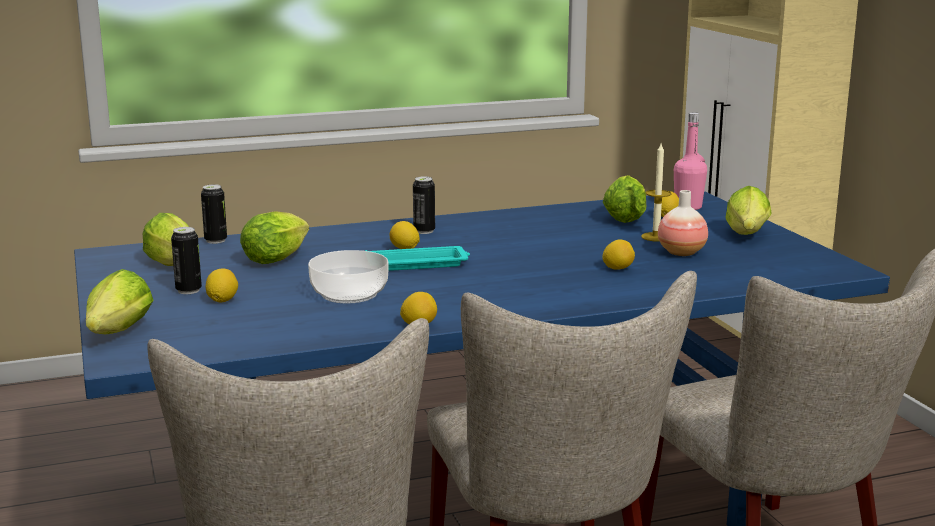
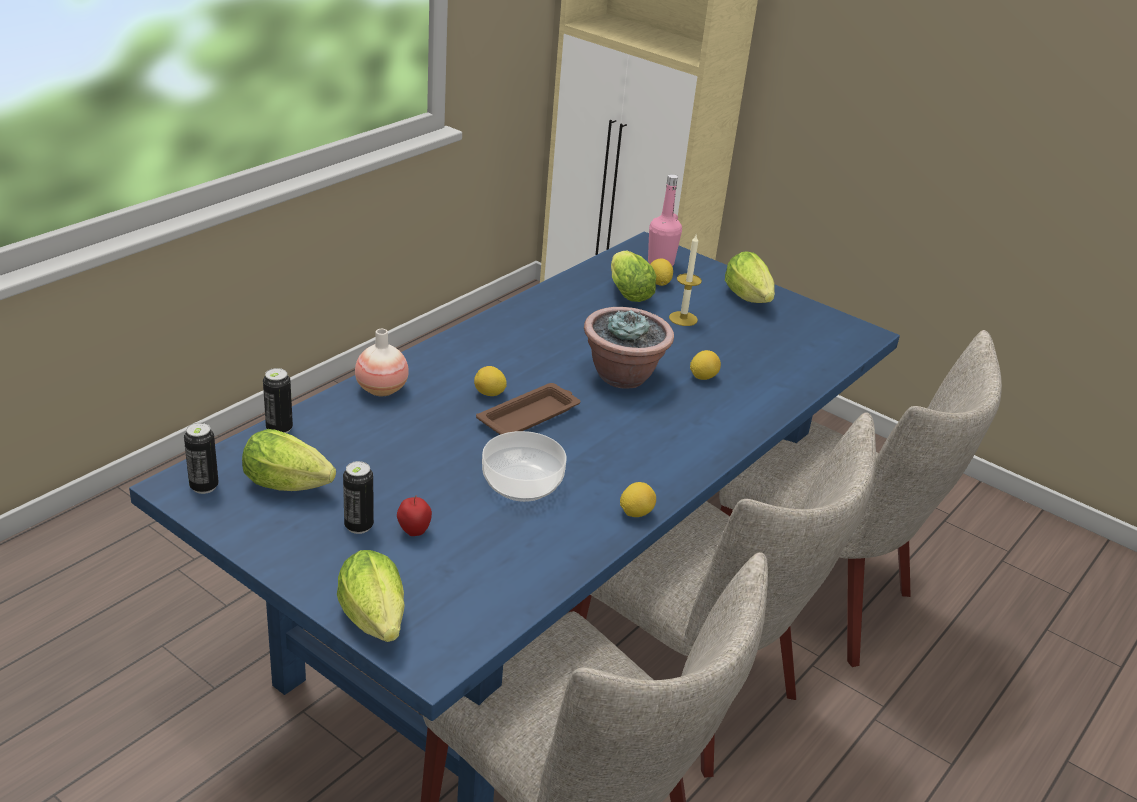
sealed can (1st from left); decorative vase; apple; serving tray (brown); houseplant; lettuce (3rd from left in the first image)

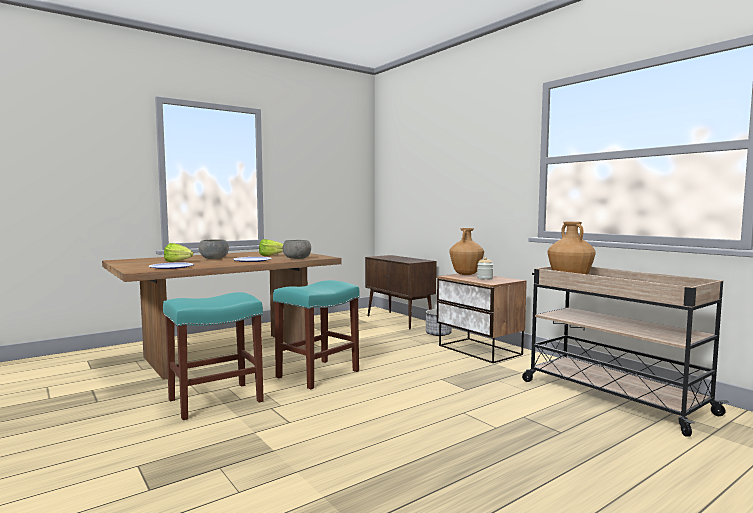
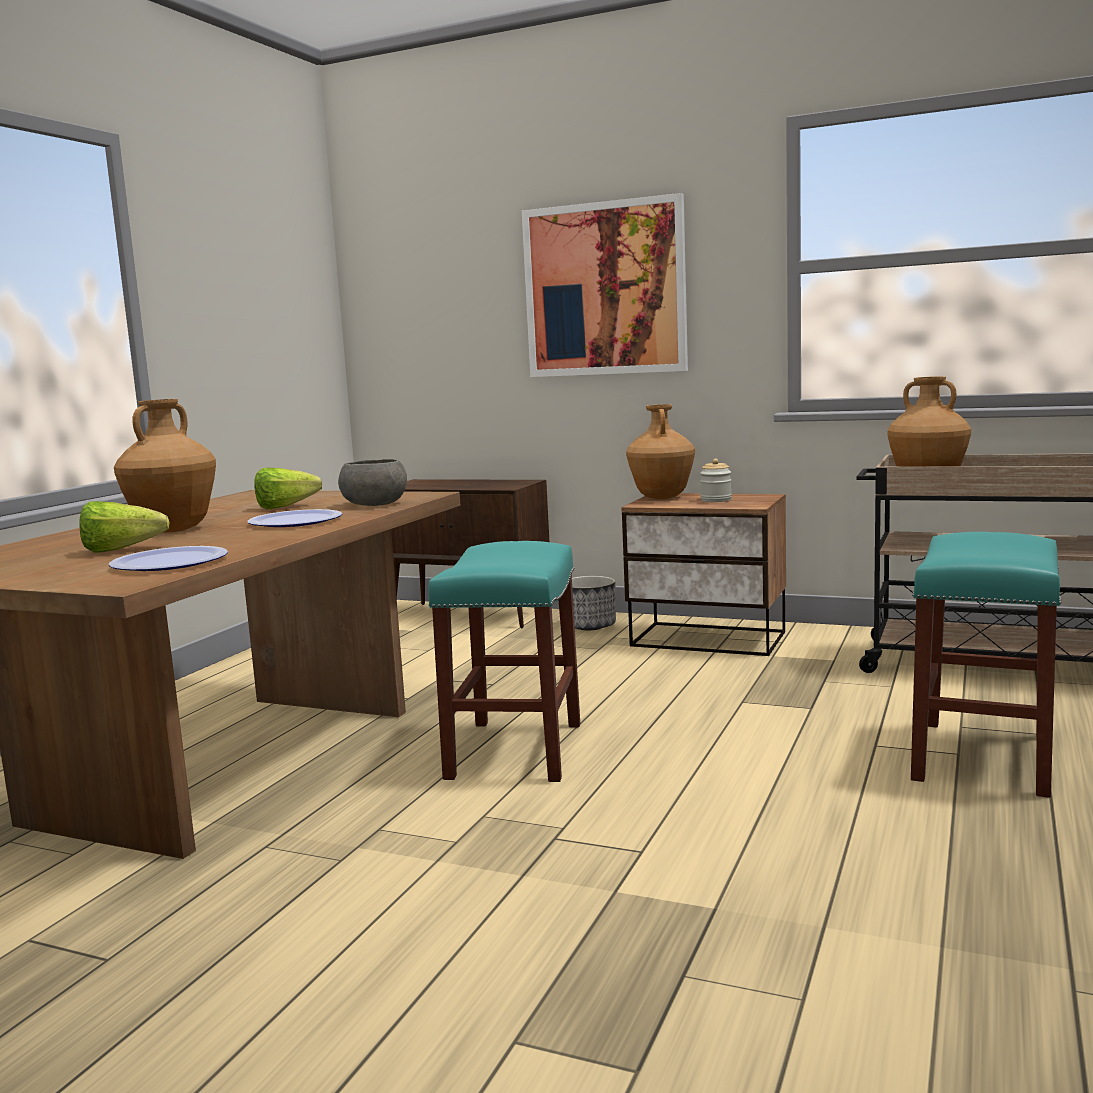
decorative vase (brown) (1st from left); wall art; stool seat (turquoise) (2nd from left)

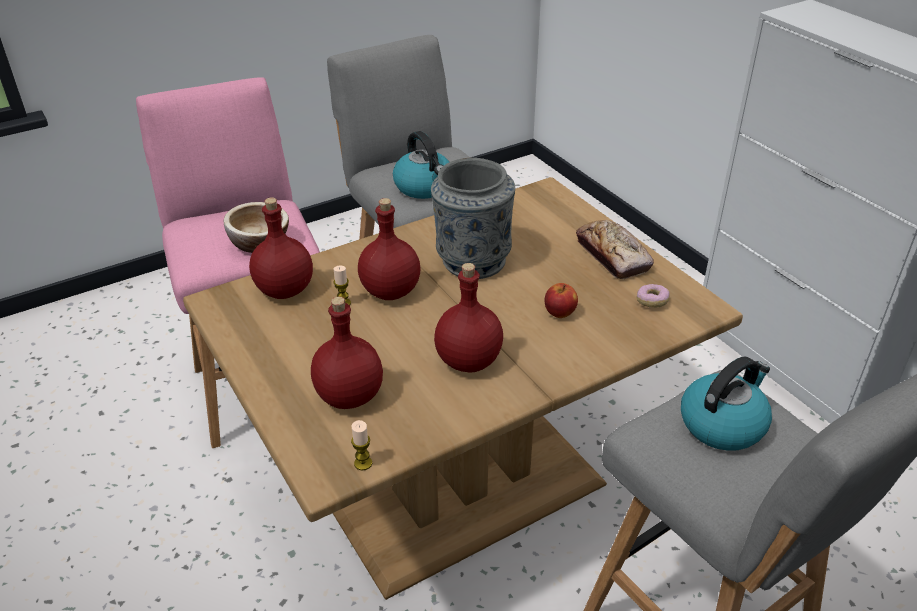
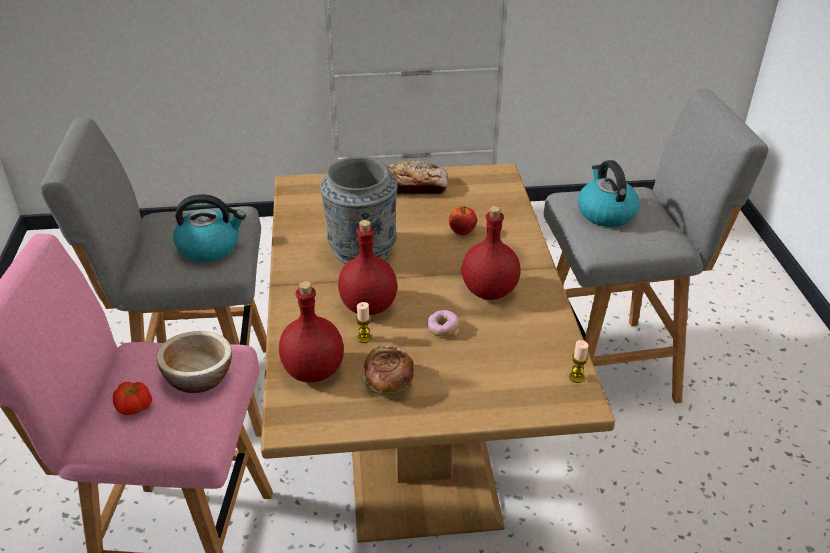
fresh tomato; bread (1st from left); ring doughnut; drink bottle (red-coloured) (2nd from left in the first image)

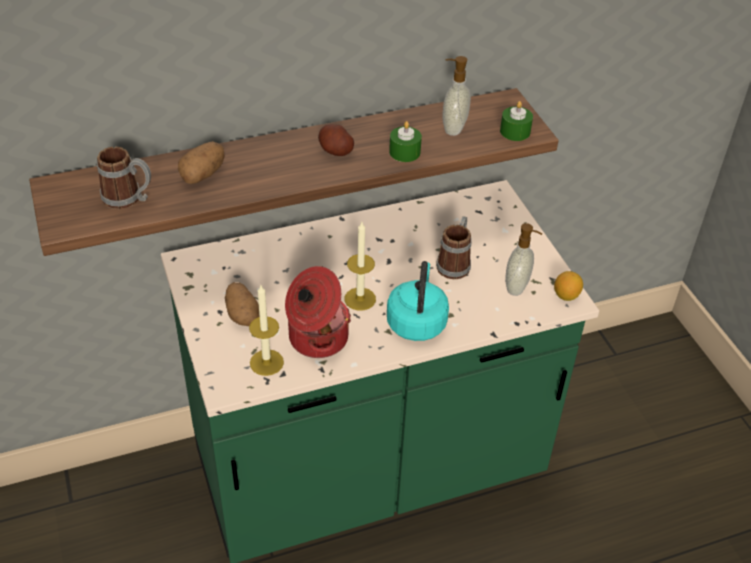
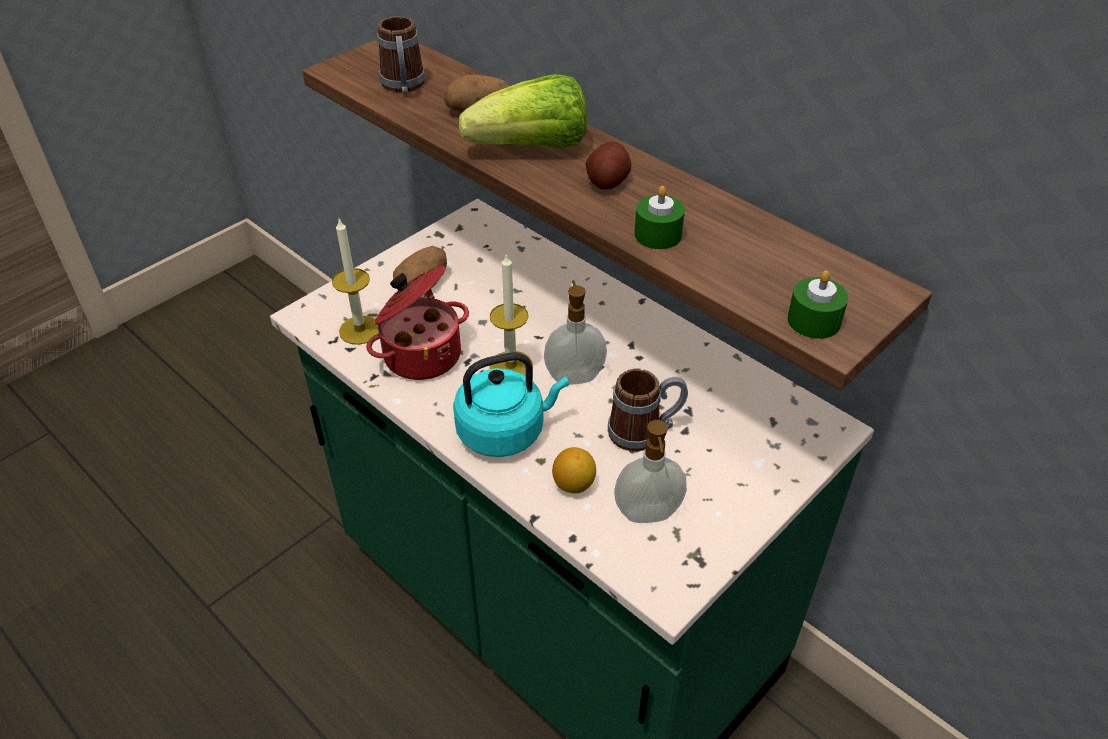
lettuce; soap bottle (1st from left); lemon

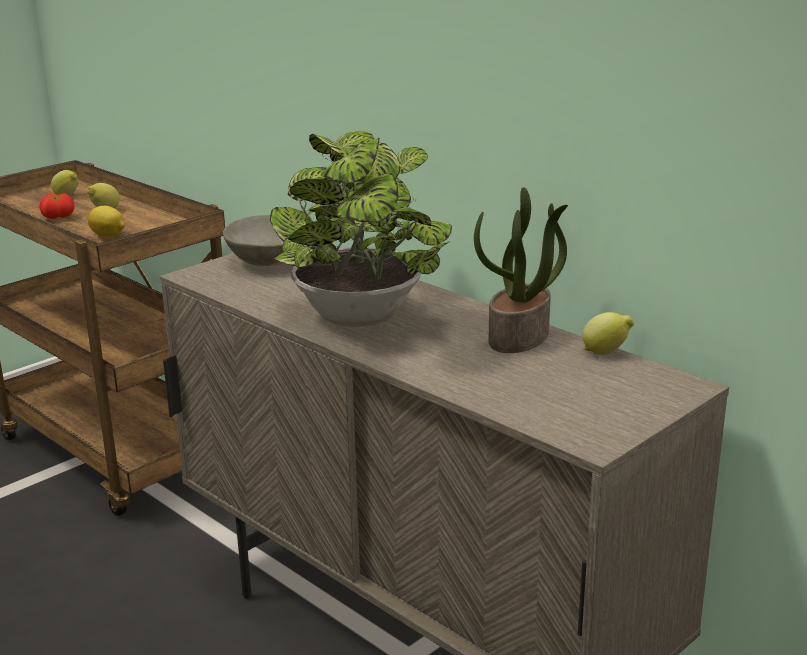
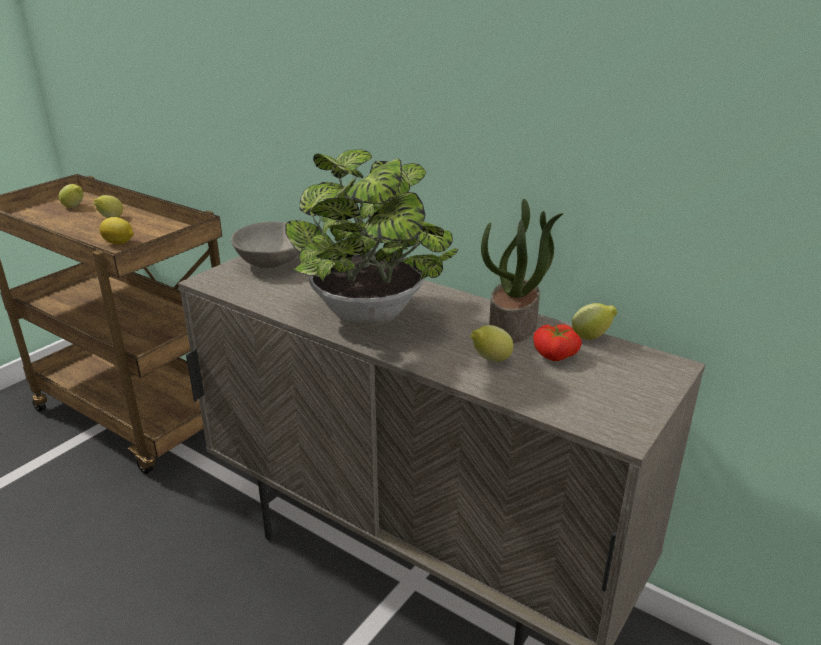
lemon (4th from left); fresh tomato

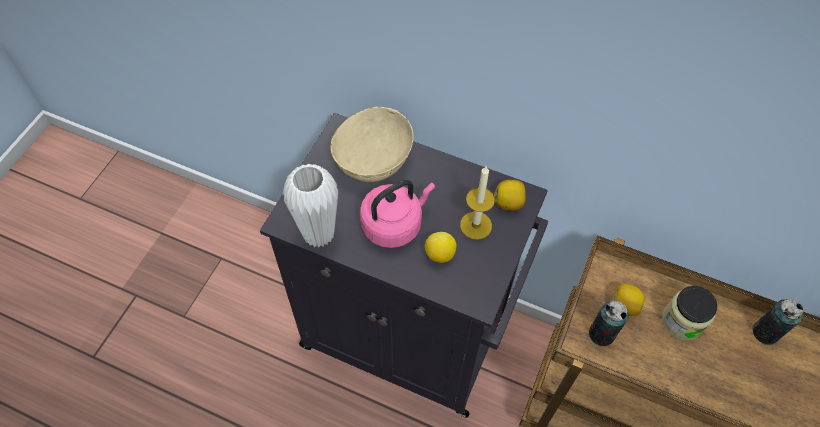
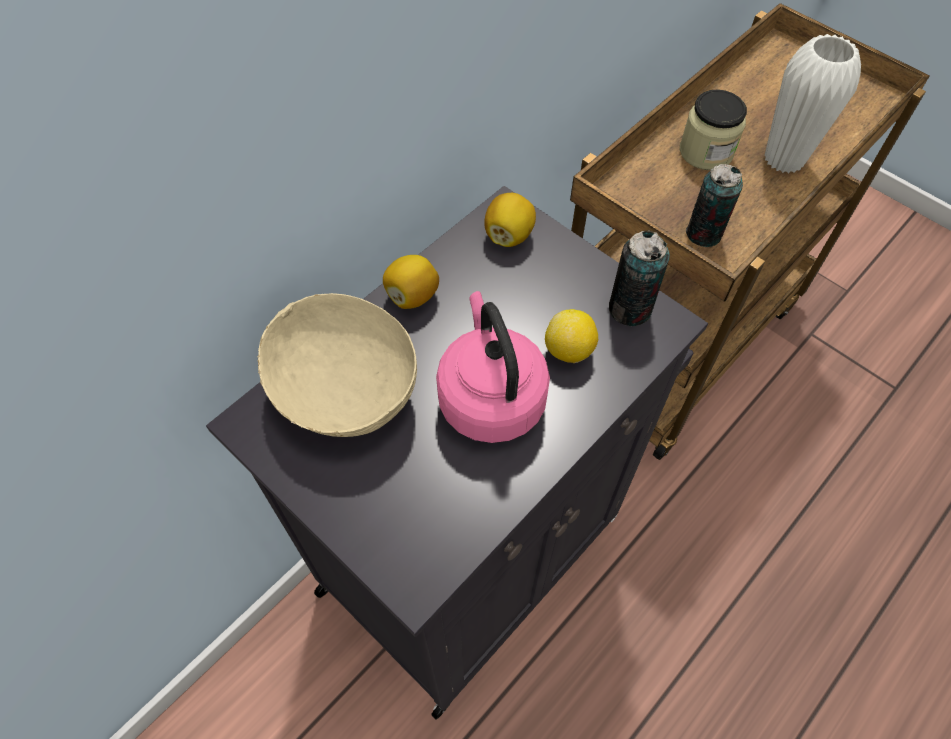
lemon (1st from left); sealed can (1st from left); decorative vase (white); candle

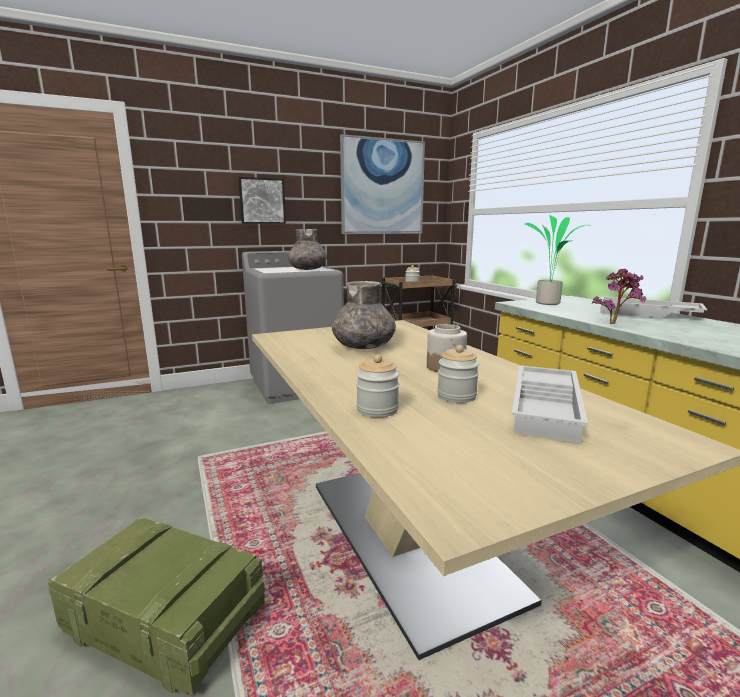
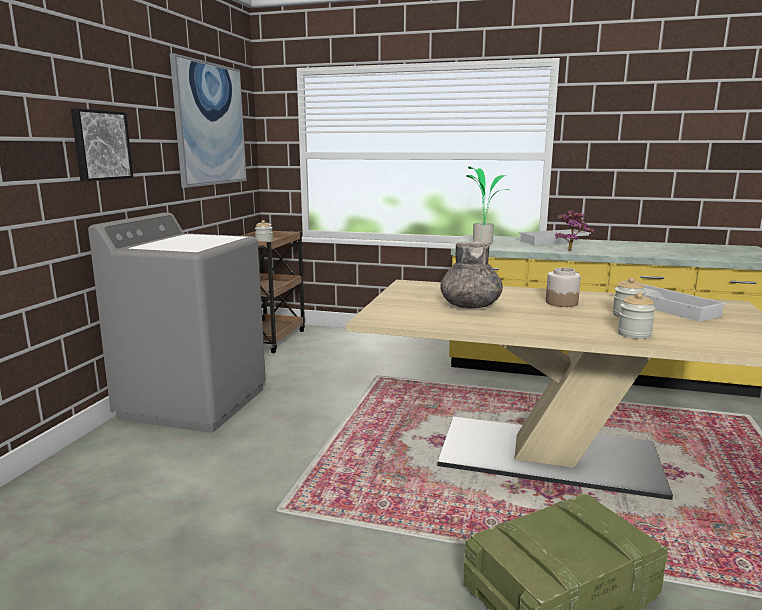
decorative vase (grey) (1st from left in the first image)

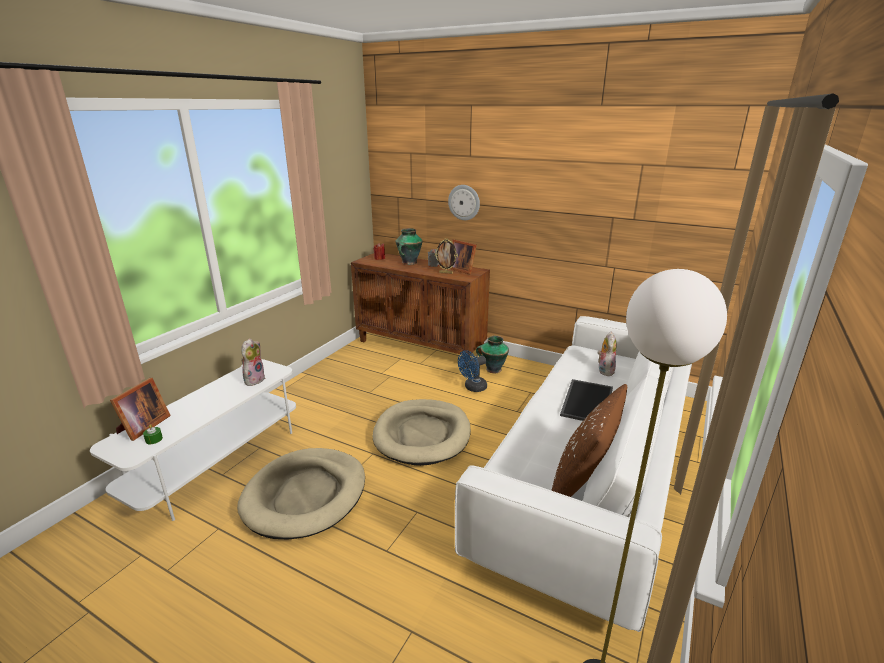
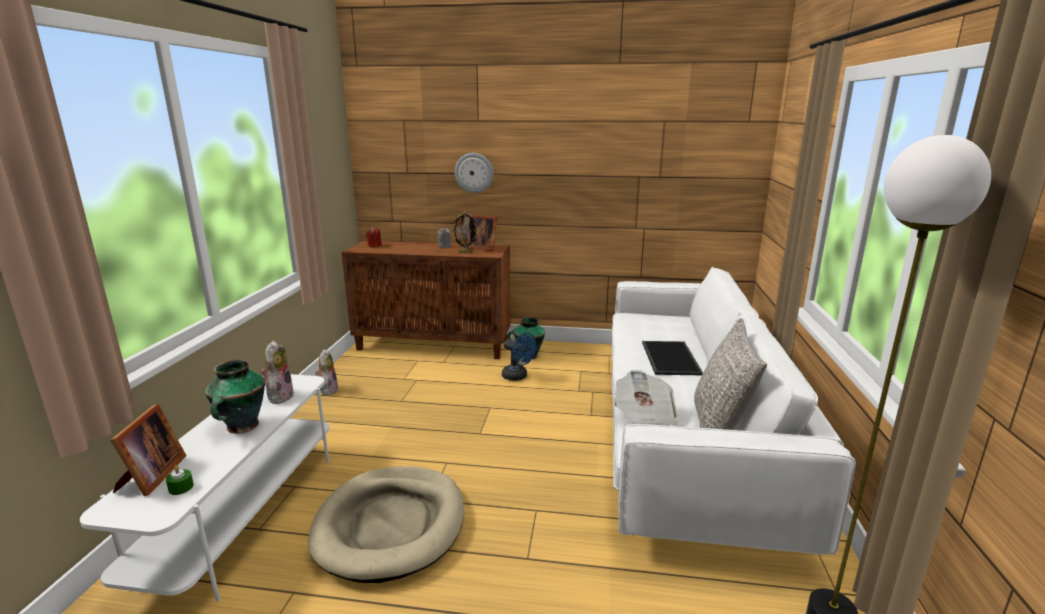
decorative vase (1st from left); plush toy (2nd from left); fan (blue); printed paper; throw pillow (grey); dog bed (beige-coloured) (2nd from left in the first image)

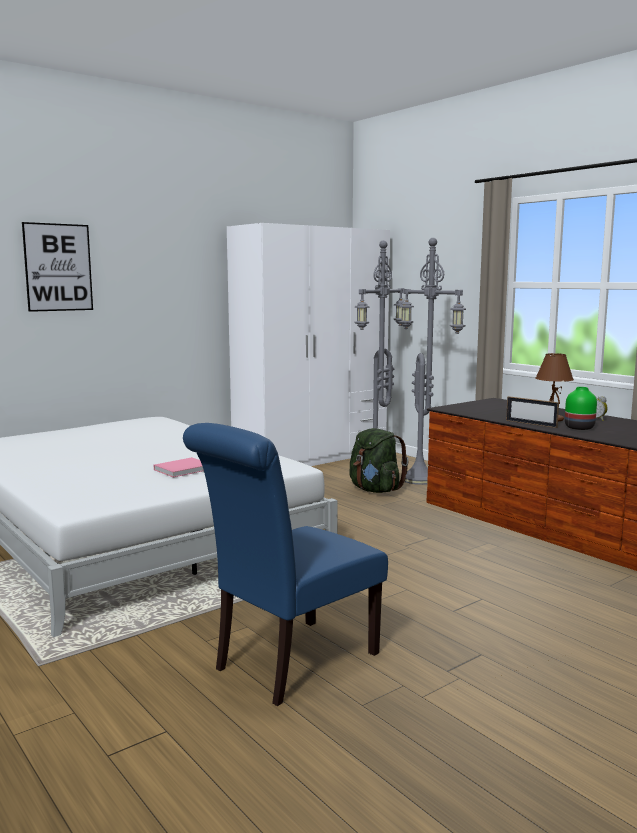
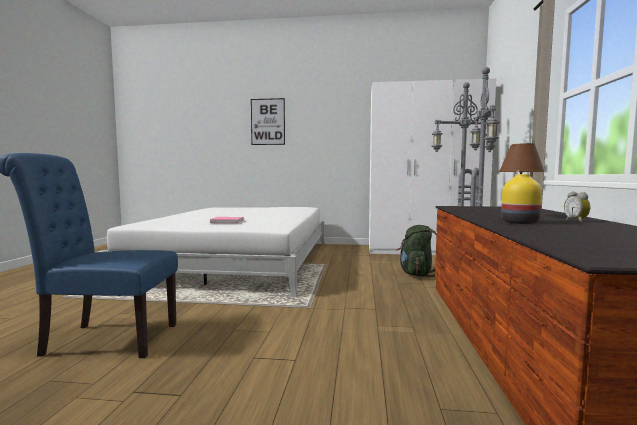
decorative vase (yellow); photo frame

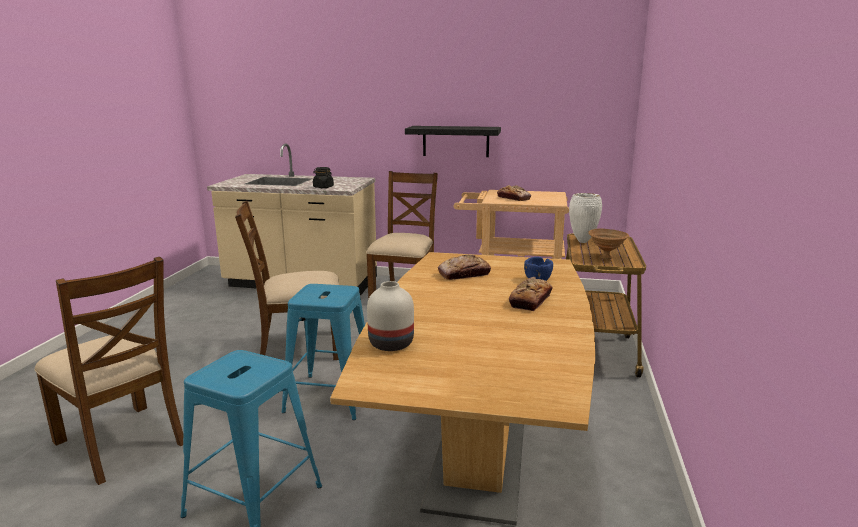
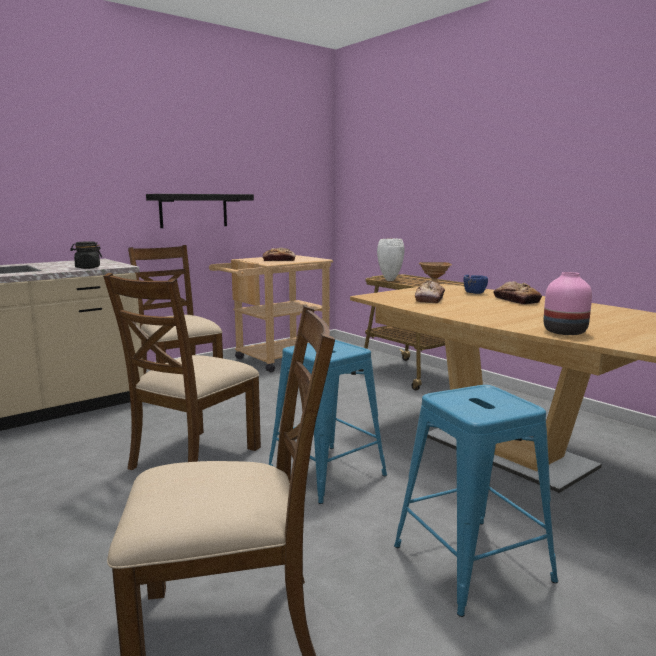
decorative vase (pink-coloured)

